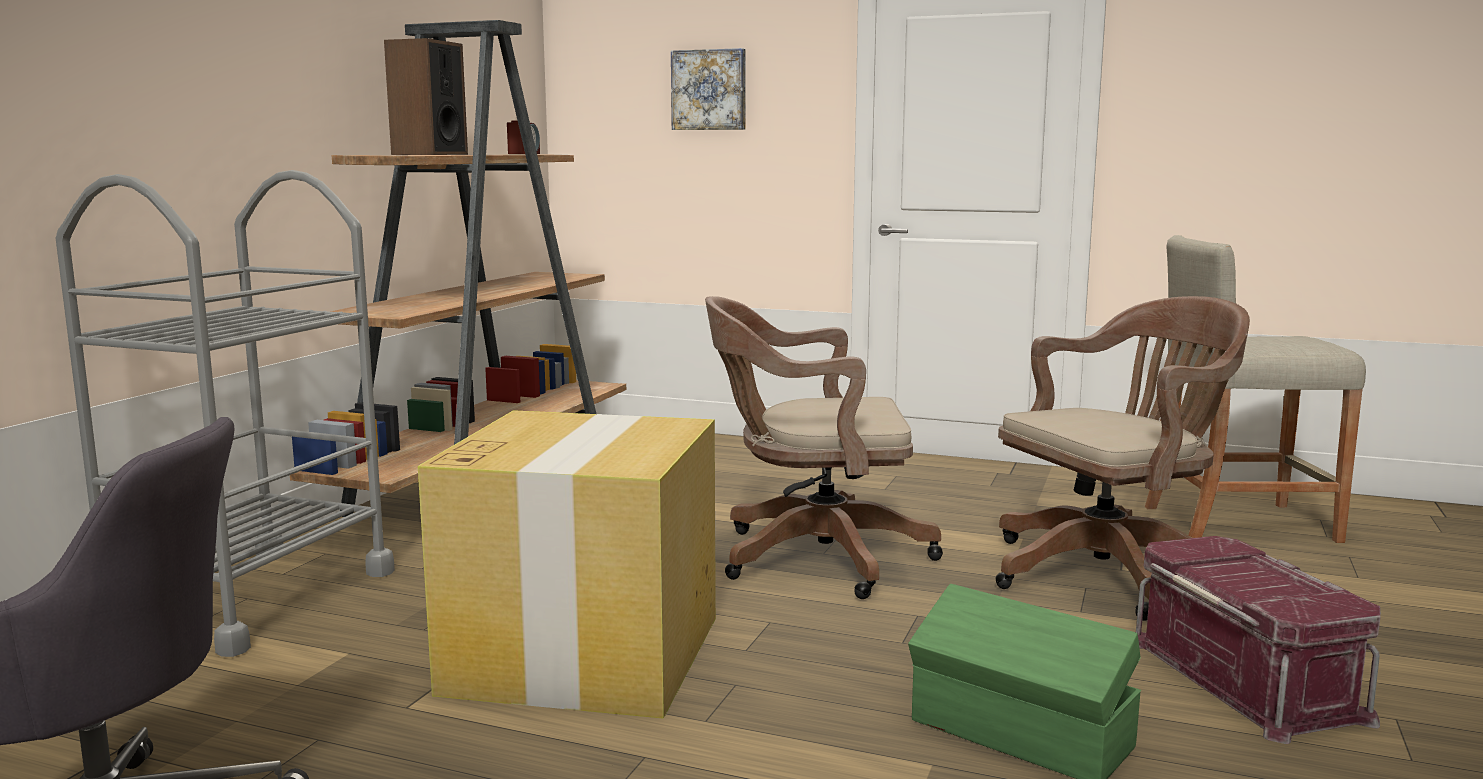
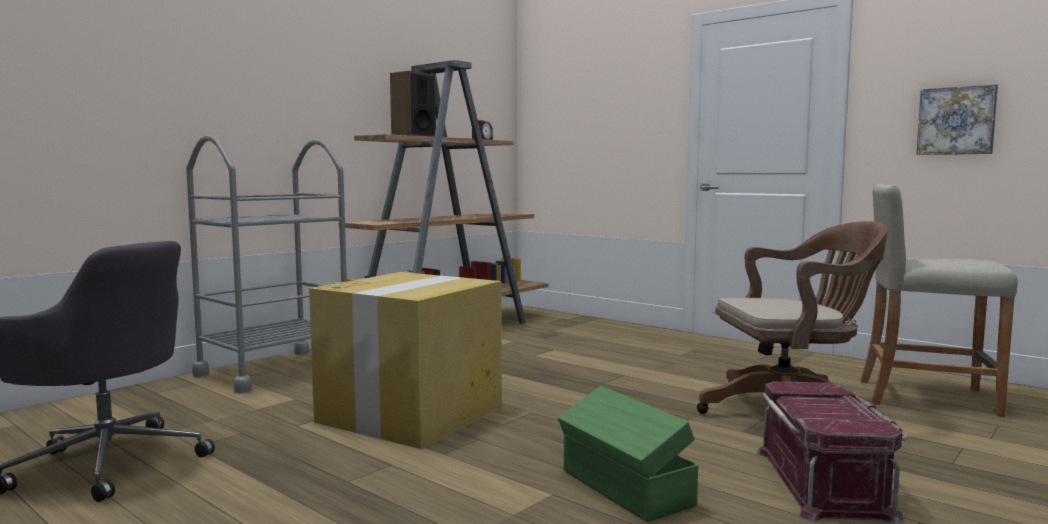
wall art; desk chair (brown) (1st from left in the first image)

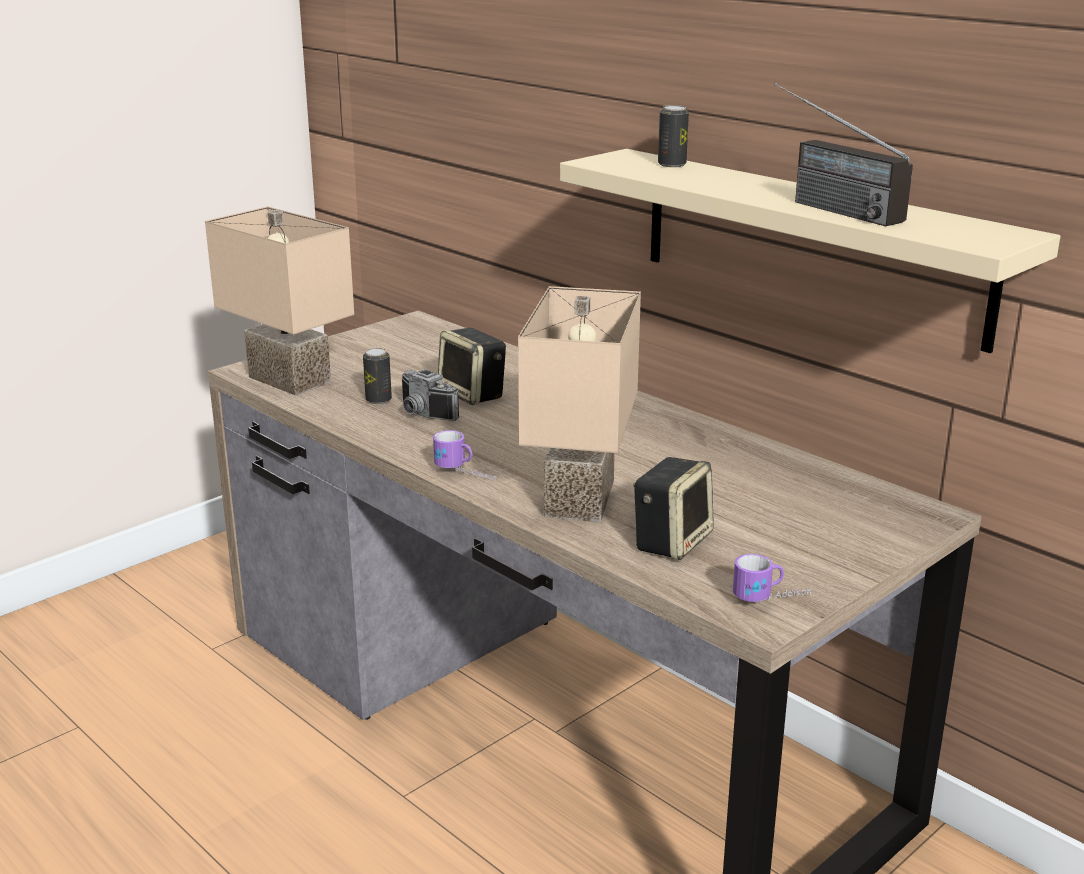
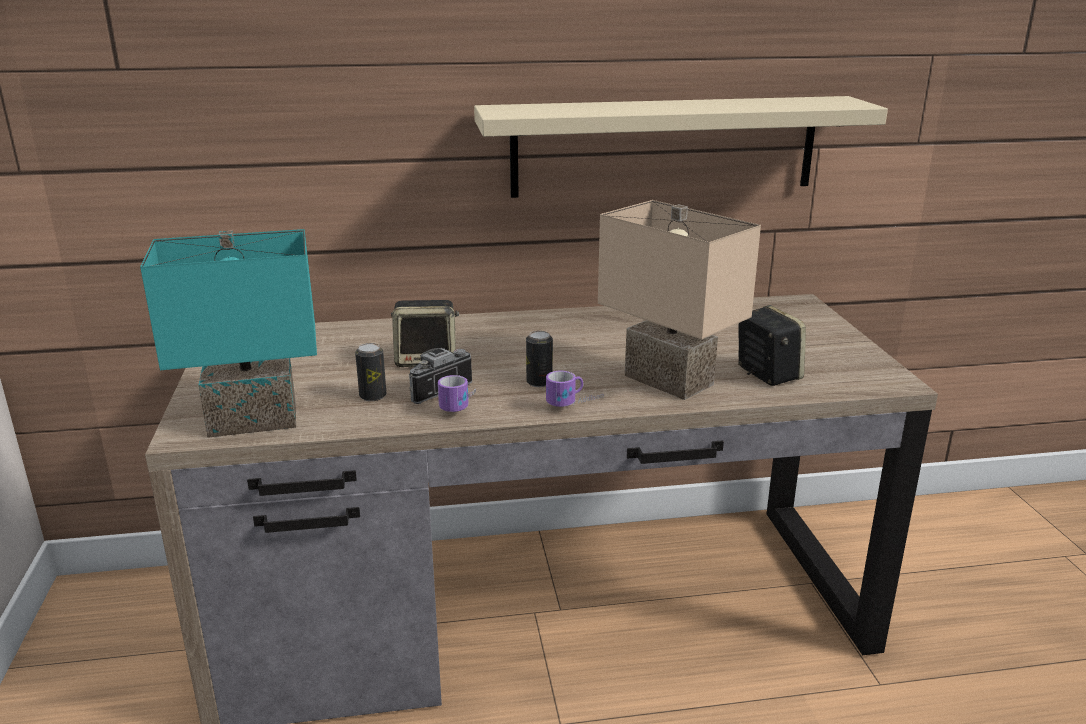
table lamp (turquoise); photo camera; mug (1st from left); sealed can (2nd from left); radio set

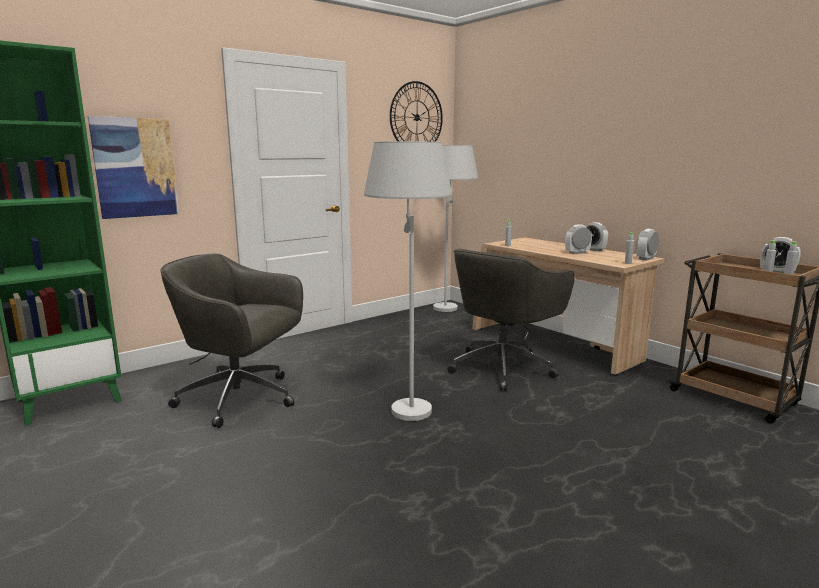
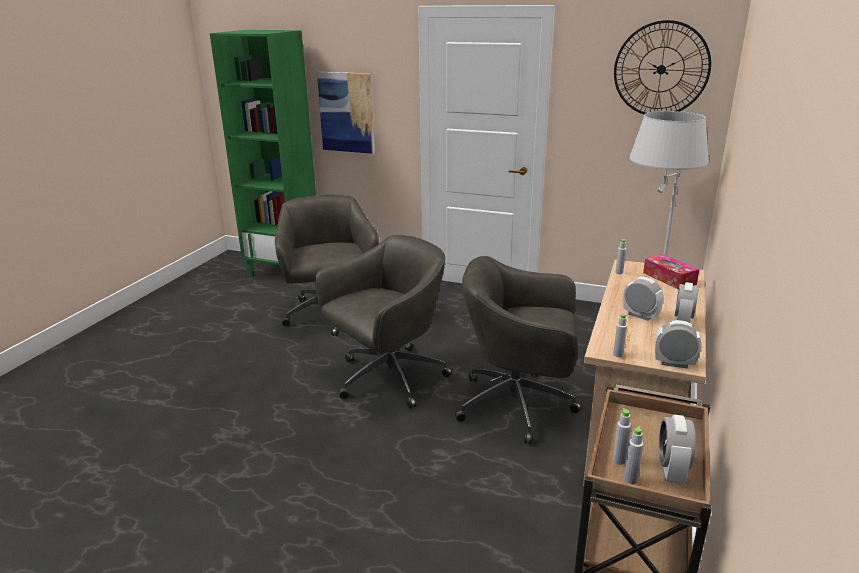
desk chair (grey) (2nd from left); tissue holder

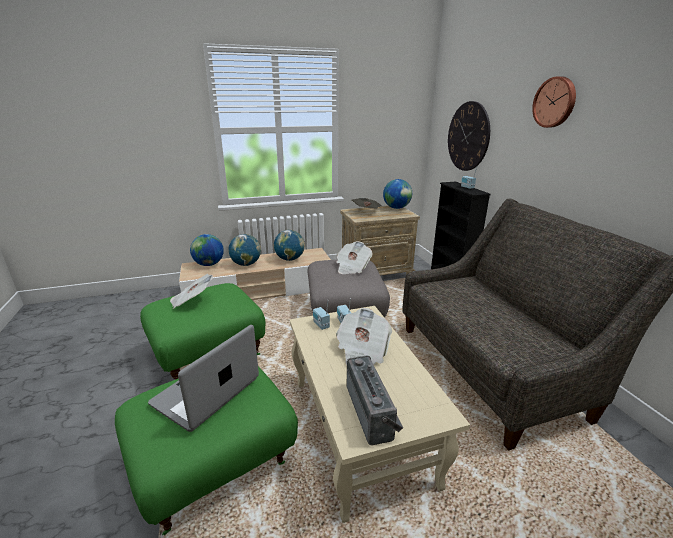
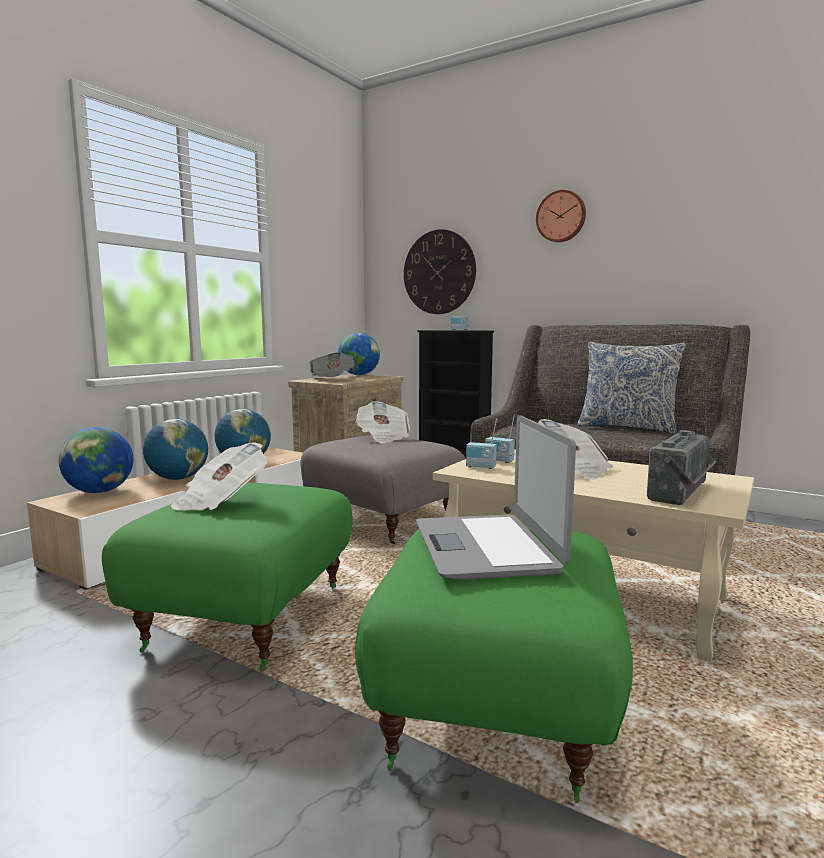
throw pillow; radio set (4th from left)

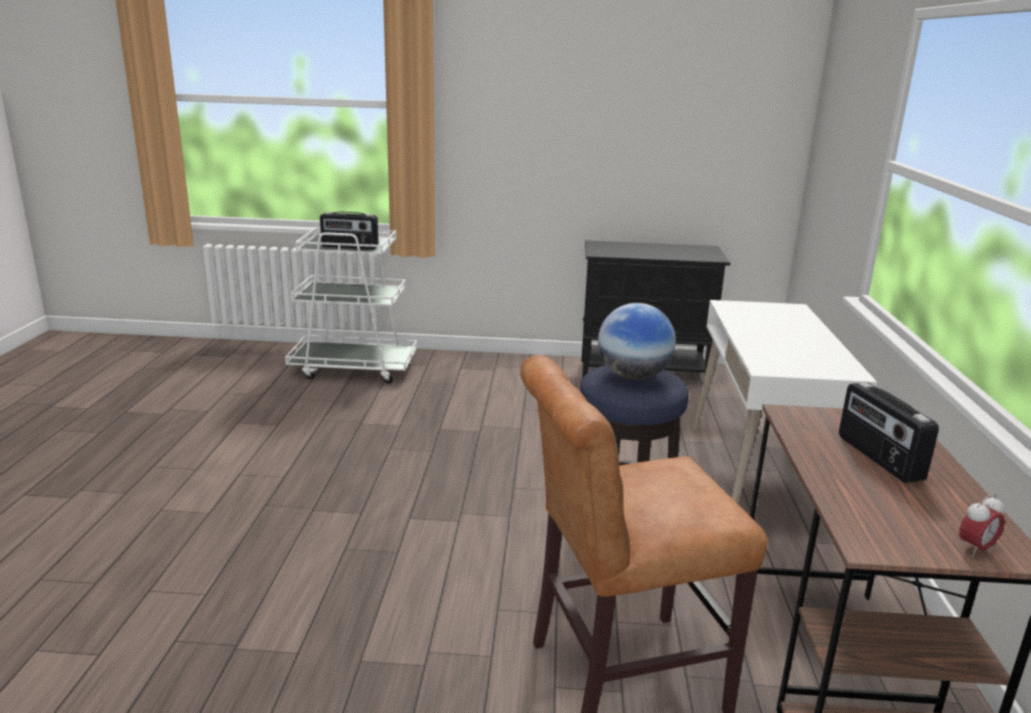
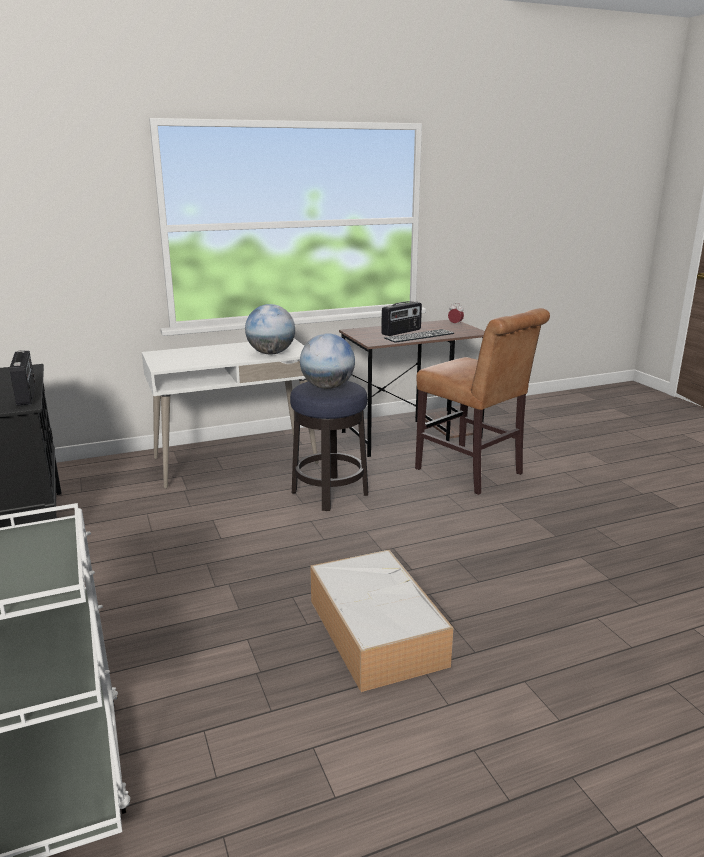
radio set (1st from left); world globe (1st from left); storage container; keyboard

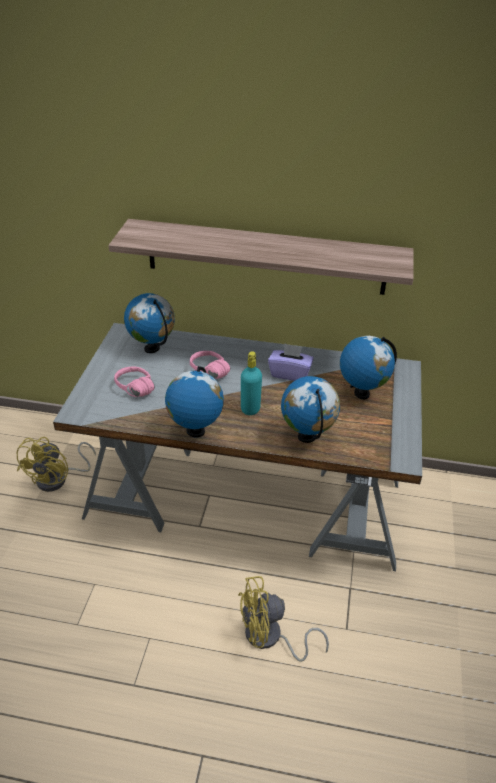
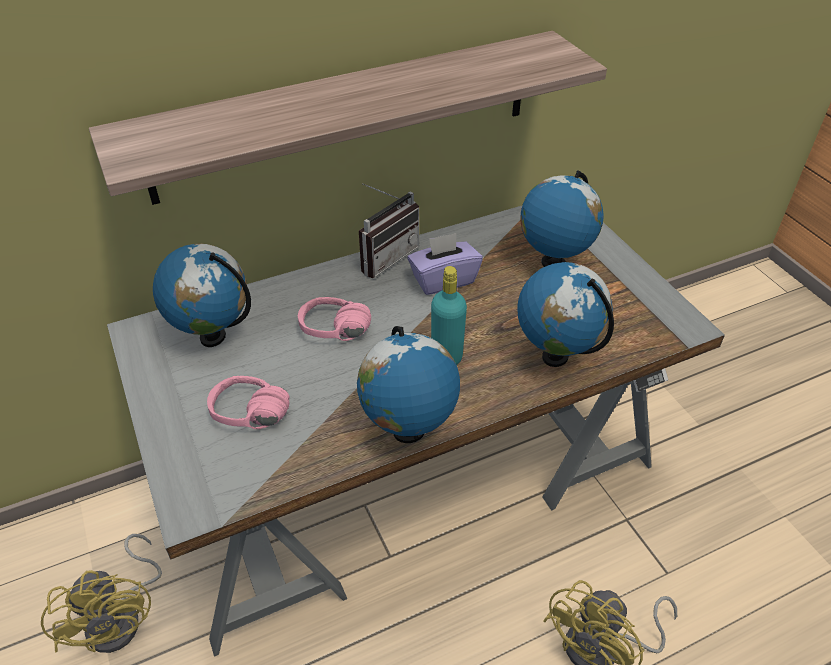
radio set

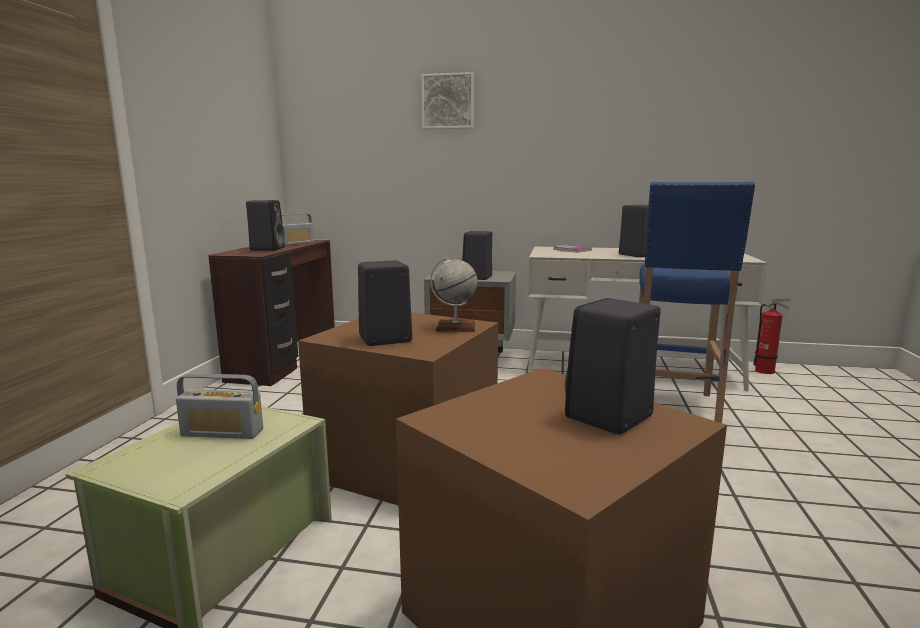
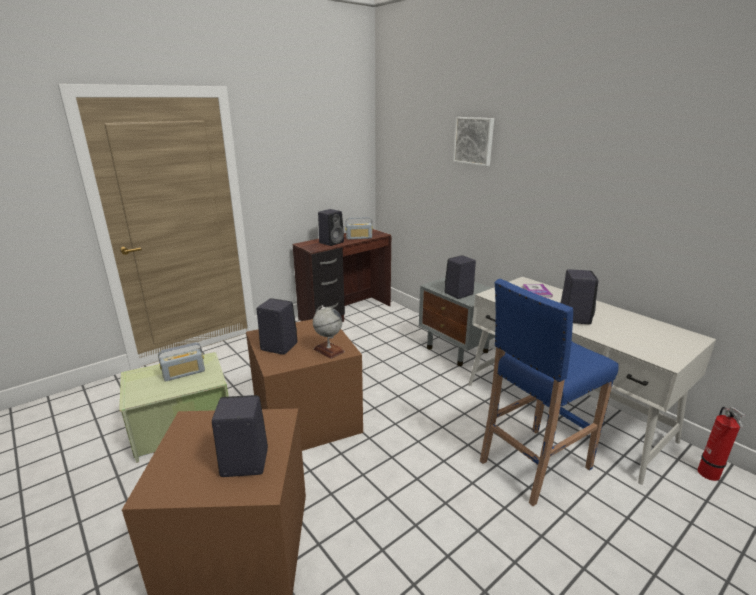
radio set (1st from left)

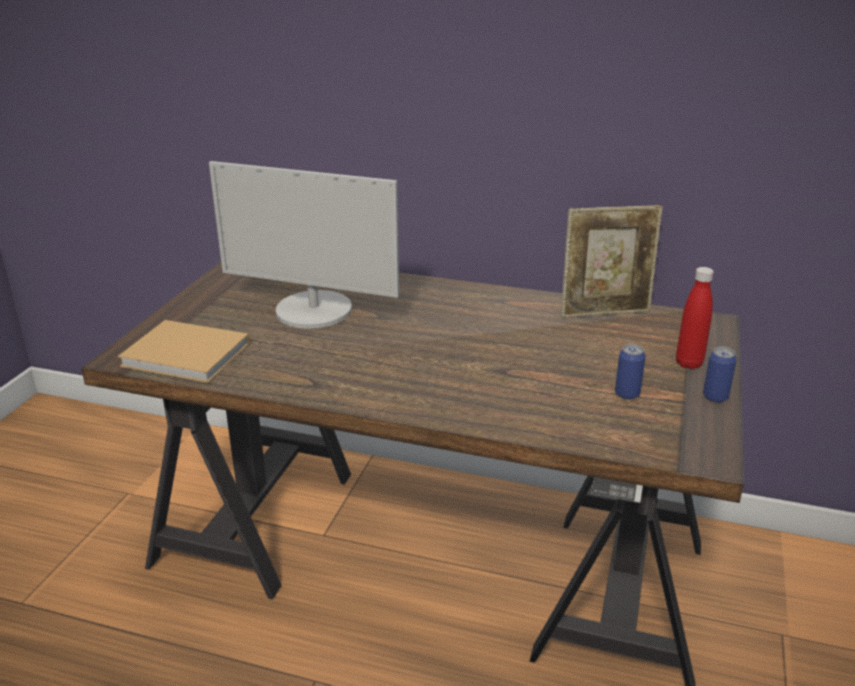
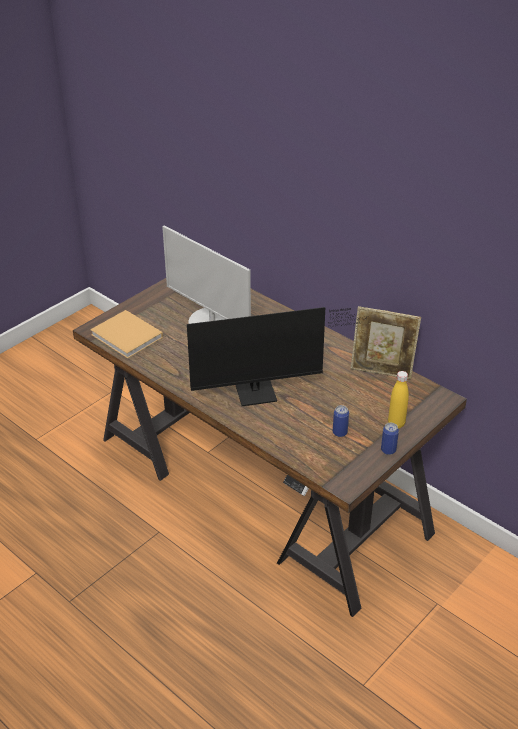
monitor (2nd from left); drink bottle (yellow)

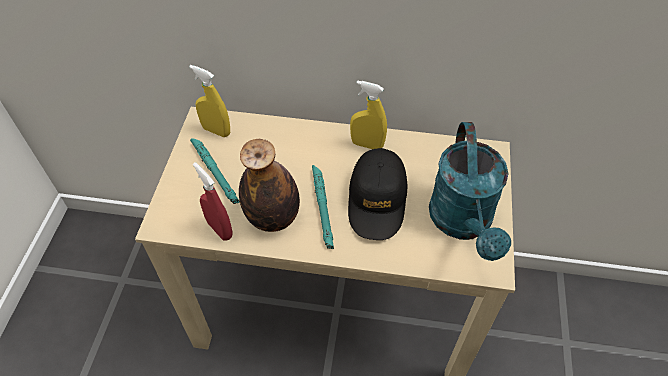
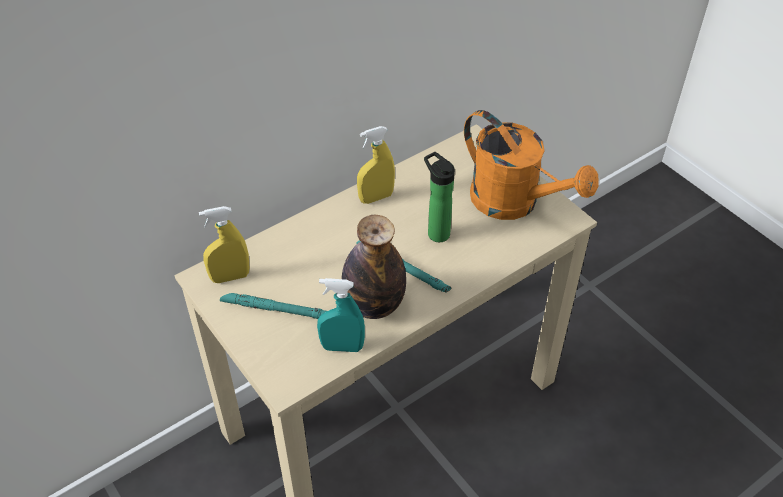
sprayer (turquoise); drink bottle (2nd from left); watering pot (orangey)

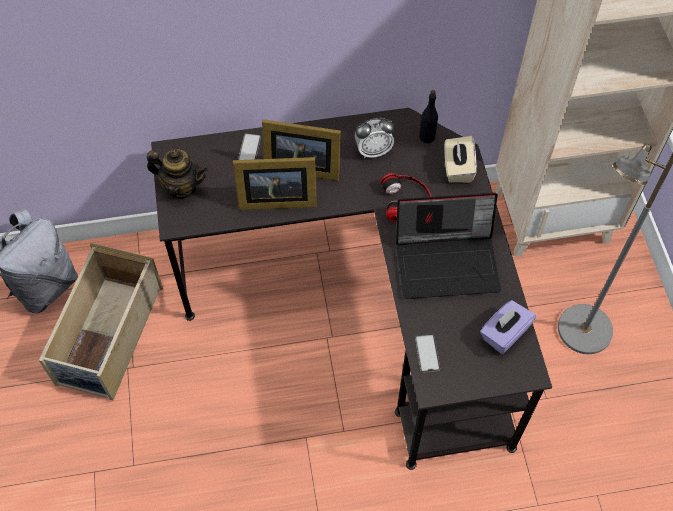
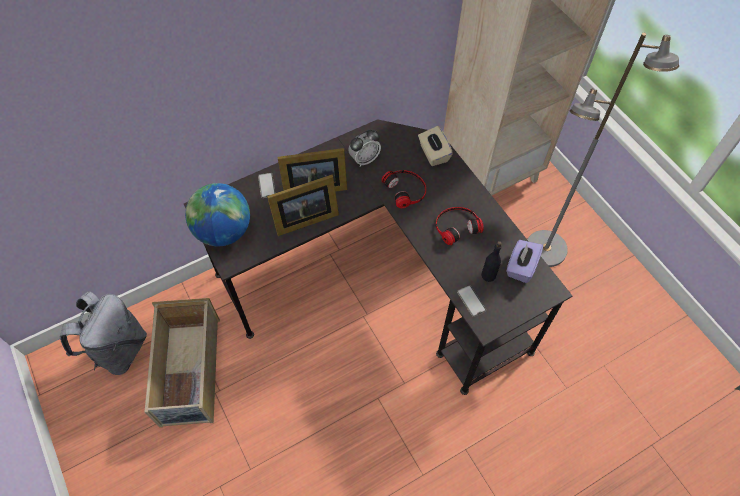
world globe; headphones (2nd from left); drink bottle (blackish)

